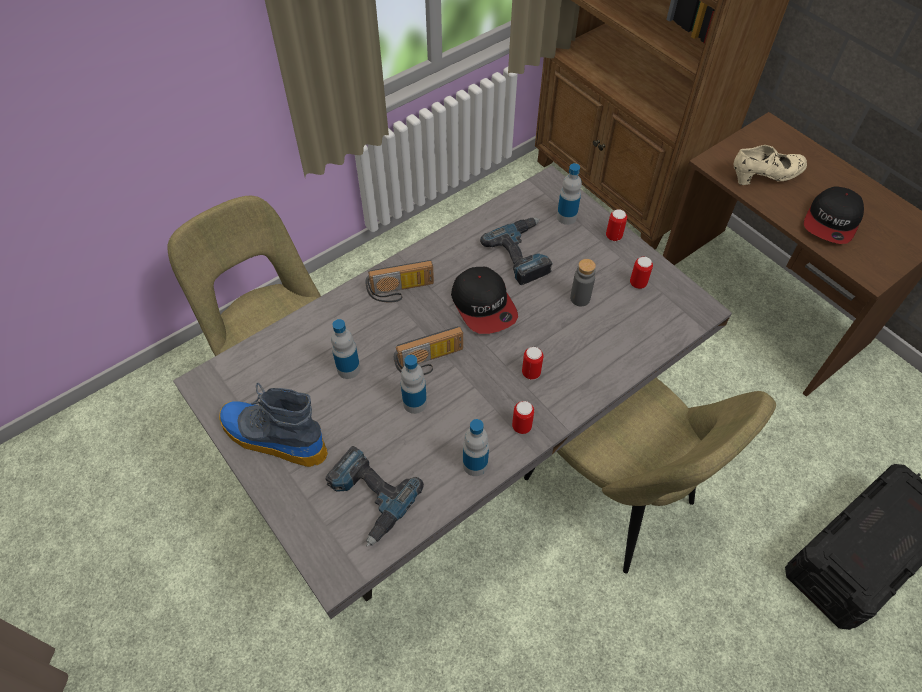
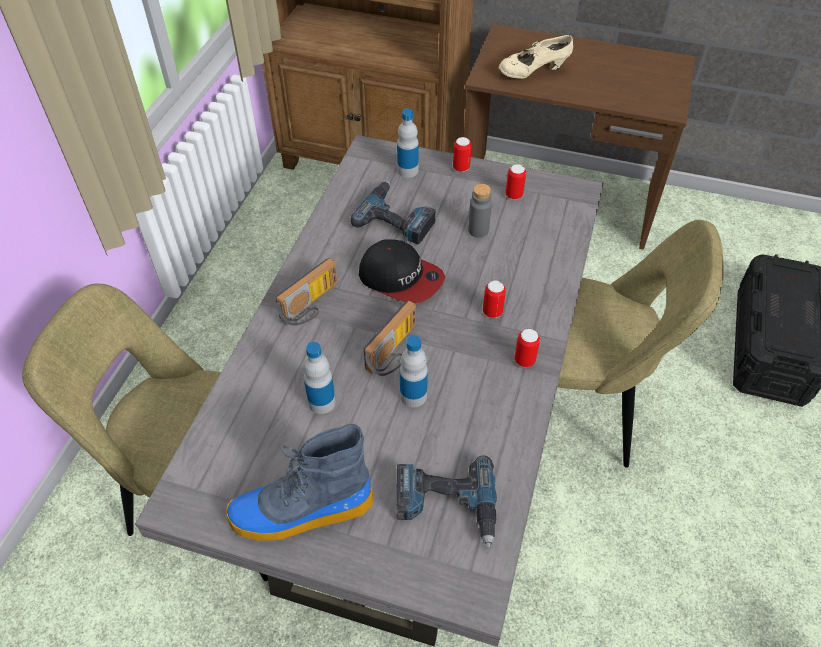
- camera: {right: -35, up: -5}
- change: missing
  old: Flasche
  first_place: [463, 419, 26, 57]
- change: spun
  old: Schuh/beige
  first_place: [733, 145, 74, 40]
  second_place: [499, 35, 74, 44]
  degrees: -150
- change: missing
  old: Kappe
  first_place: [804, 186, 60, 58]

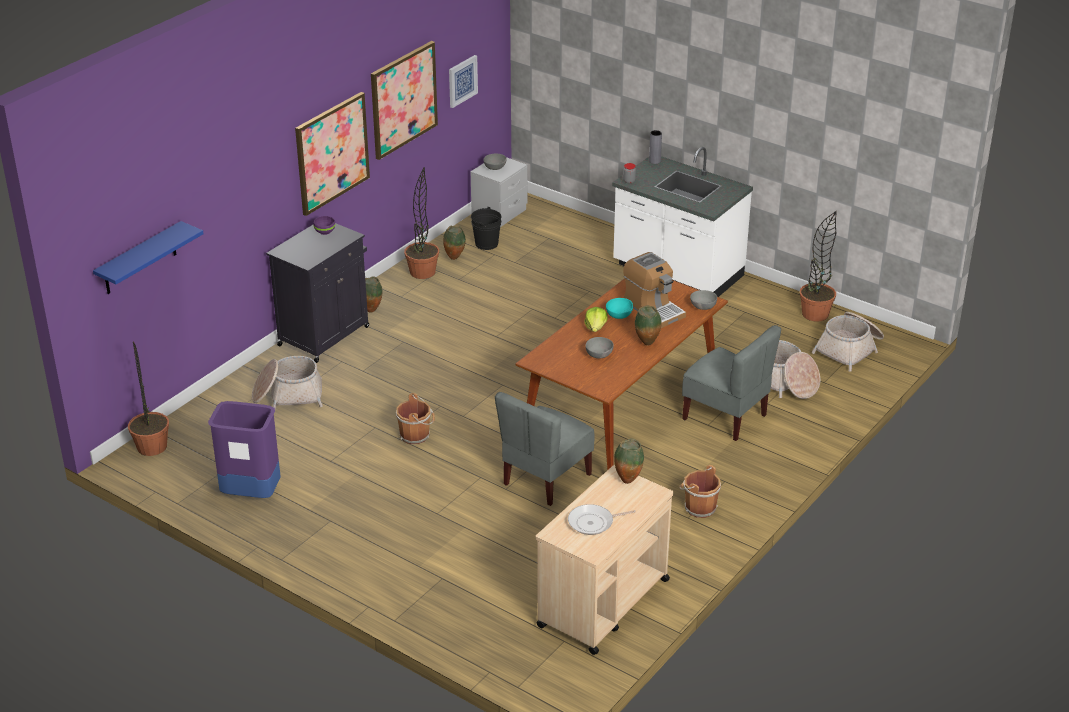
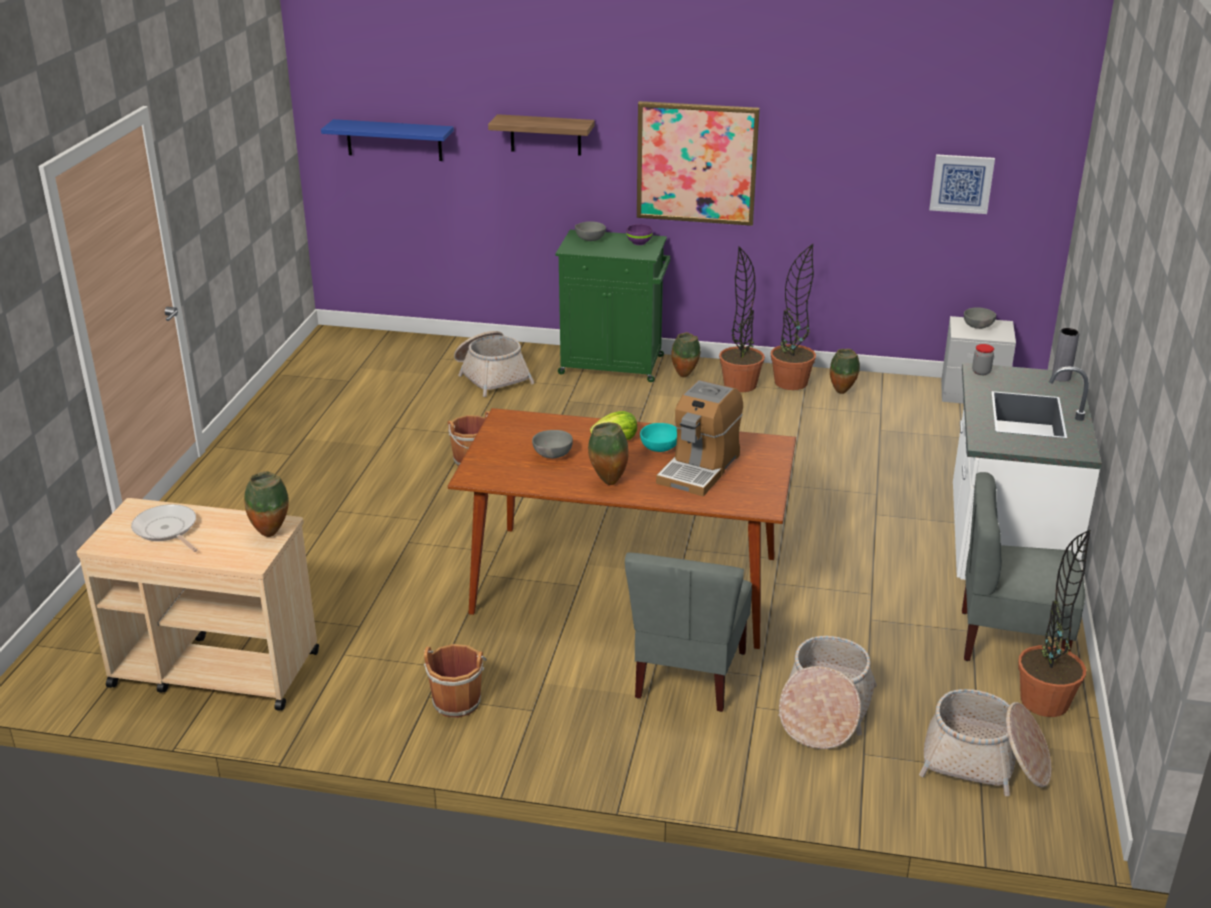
- camera: {right: 65, up: -5}
- change: relocated
  old: Topfpflanze
  first_place: [128, 342, 41, 114]
  second_place: [719, 247, 46, 145]
- change: missing
  old: Mülleimer/lila
  first_place: [208, 401, 73, 97]
- change: colour
  old: Schrank/schwarz
  new: Schrank/grün
  first_place: [266, 223, 103, 140]
  second_place: [555, 230, 115, 152]
- change: missing
  old: Bild
  first_place: [371, 41, 67, 119]
- change: missing
  old: Eimer/schwarz
  first_place: [471, 207, 31, 43]
- change: relocated
  old: Stuhl/grau
  first_place: [495, 392, 99, 114]
  second_place: [962, 472, 123, 189]
- change: relocated
  old: Schüssel/grau
  first_place: [690, 290, 27, 20]
  second_place: [575, 221, 31, 20]
- change: appeared
  new: Wandregal
  second_place: [488, 114, 107, 42]

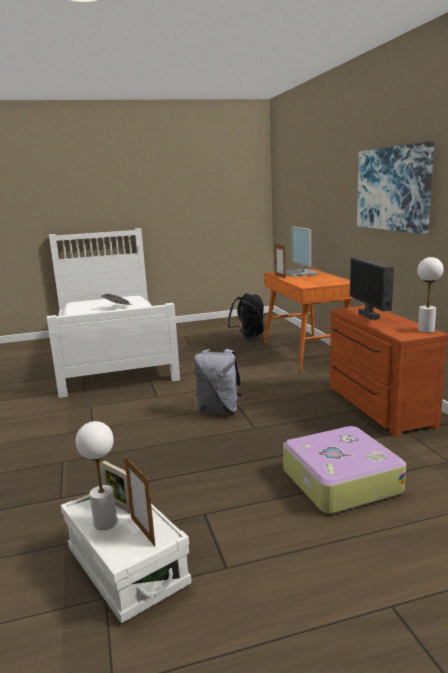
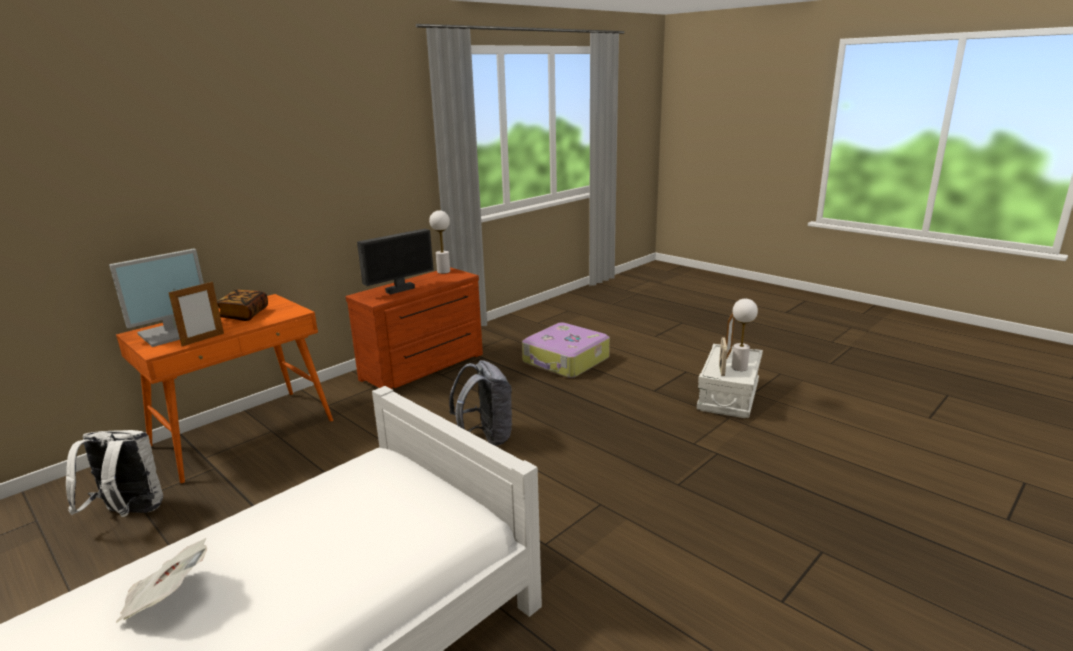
- camera: {right: -120, up: 5}
- change: colour
  old: Rucksack/schwarz
  new: Rucksack/weiß
  first_place: [228, 293, 36, 47]
  second_place: [66, 430, 97, 87]
- change: missing
  old: Bild
  first_place: [357, 141, 77, 93]
- change: appeared
  new: Buch
  second_place: [217, 289, 51, 32]

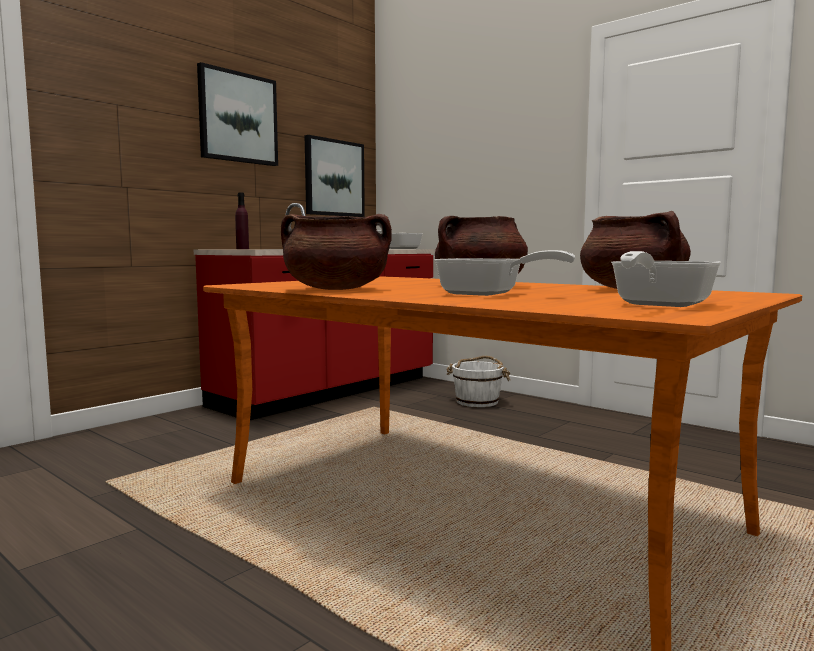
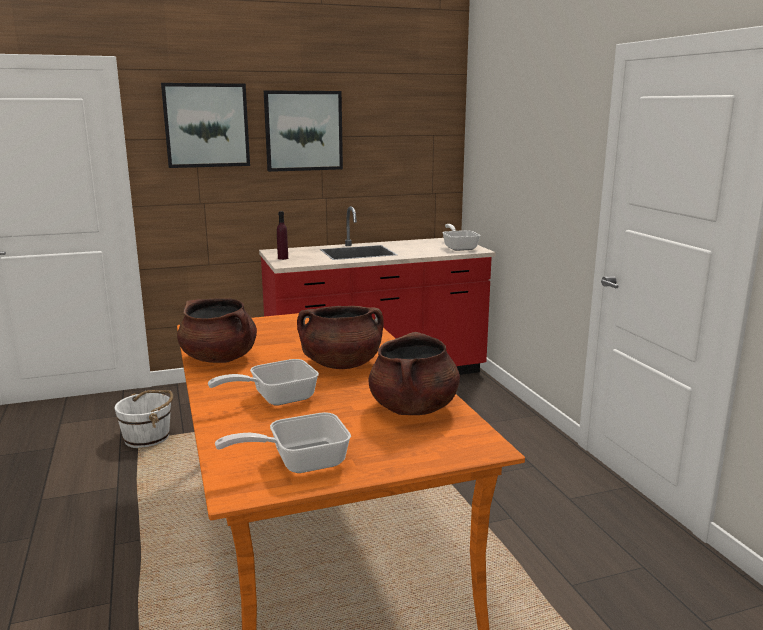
- camera: {right: 30, up: 10}
- change: relocated
  old: Bild
  first_place: [305, 135, 60, 82]
  second_place: [161, 83, 89, 85]
- change: spun
  old: Pfanne
  first_place: [434, 250, 141, 46]
  second_place: [208, 359, 111, 47]
  degrees: 90
- change: relocated
  old: Eimer/weiß
  first_place: [446, 356, 64, 51]
  second_place: [114, 390, 59, 58]

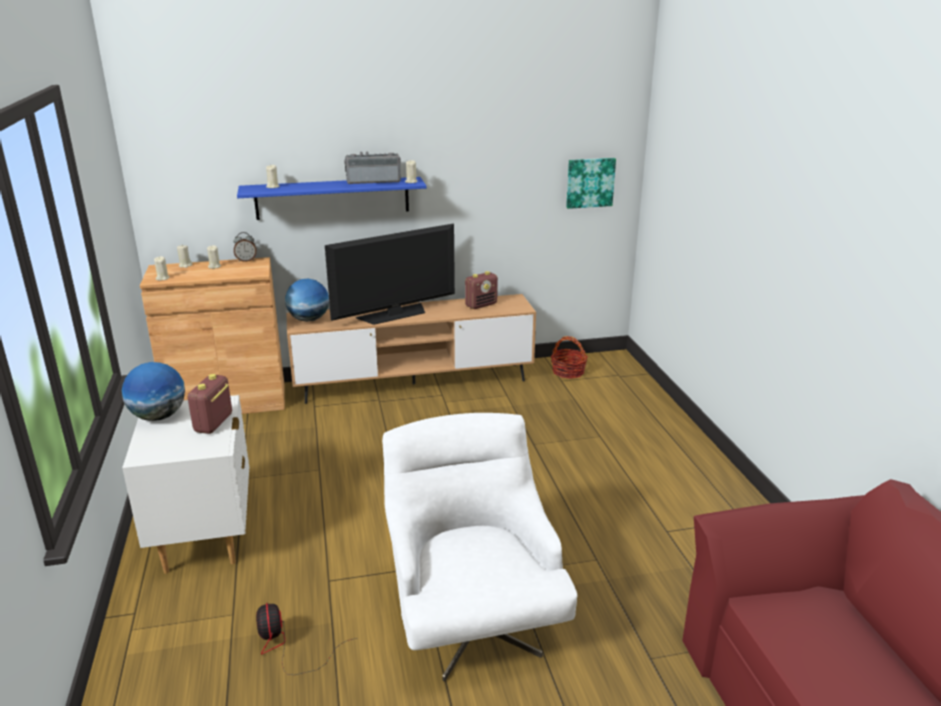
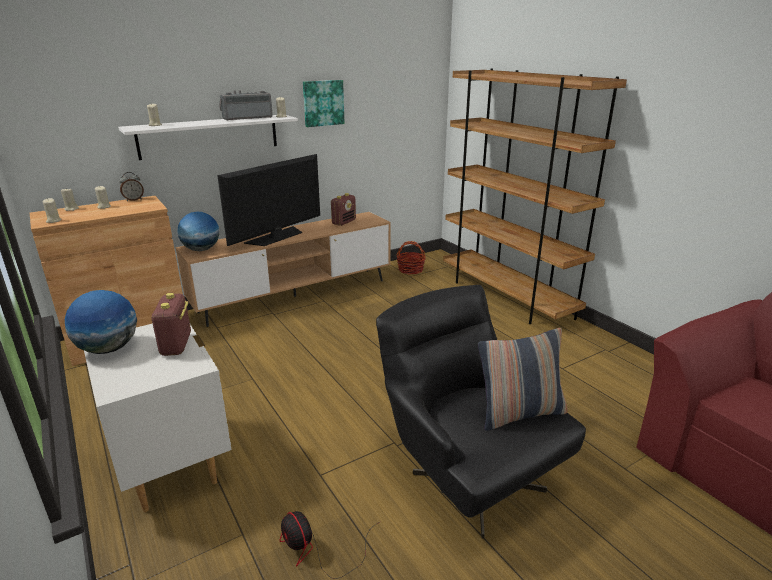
- camera: {right: -20, up: 0}
- change: colour
  old: Wandregal/blau
  new: Wandregal/weiß
  first_place: [237, 177, 190, 43]
  second_place: [118, 115, 180, 45]
- change: colour
  old: Sessel/weiß
  new: Sessel/schwarz
  first_place: [382, 413, 195, 268]
  second_place: [376, 285, 210, 254]
- change: relocated
  old: Bild
  first_place: [566, 158, 50, 51]
  second_place: [303, 80, 42, 47]
- change: appeared
  new: Bücherregal/braun
  second_place: [443, 69, 184, 255]
- change: appeared
  new: Kissen
  second_place: [478, 328, 90, 103]

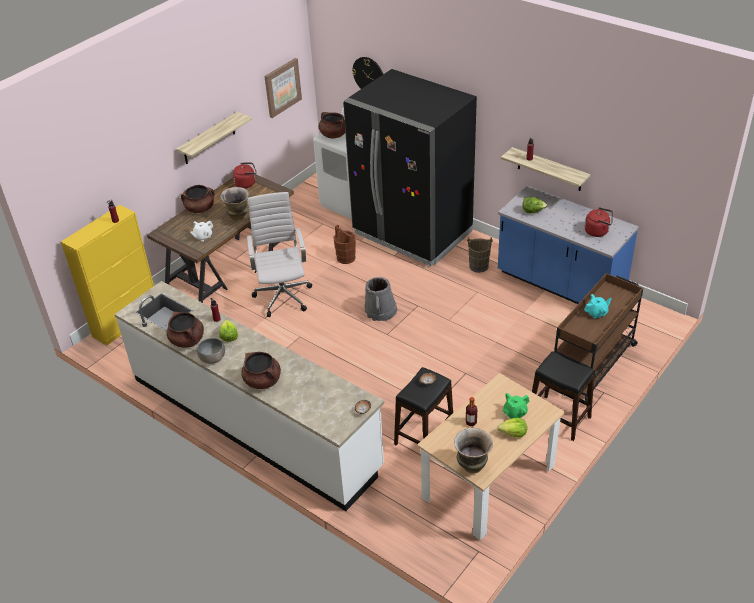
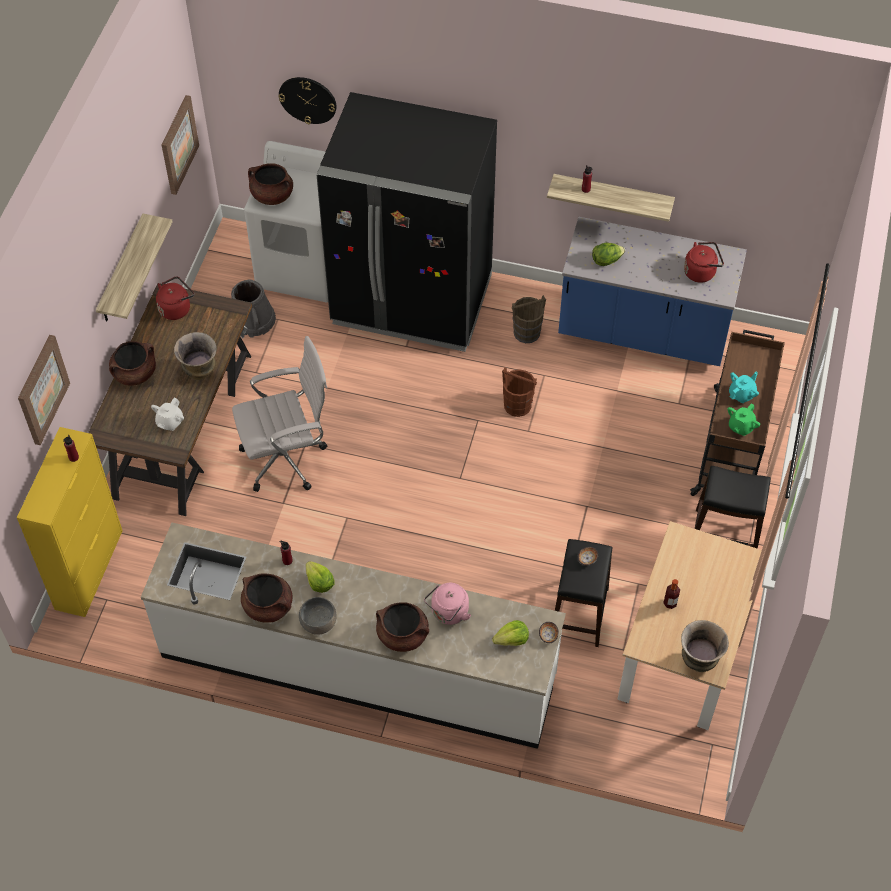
- camera: {right: -25, up: 15}
- change: spun
  old: Bürostuhl/weiß
  first_place: [247, 192, 65, 125]
  second_place: [232, 336, 95, 156]
  degrees: 105
- change: relocated
  old: Eimer/braun
  first_place: [334, 225, 22, 39]
  second_place: [502, 367, 35, 50]
- change: relocated
  old: Eimer/grau
  first_place: [364, 277, 33, 44]
  second_place: [231, 279, 45, 59]
- change: relocated
  old: Salatkopf
  first_place: [497, 418, 30, 20]
  second_place: [492, 620, 37, 26]
- change: relocated
  old: Teekanne/grün
  first_place: [502, 393, 27, 26]
  second_place: [728, 403, 32, 33]
- change: appeared
  new: Bild
  second_place: [18, 335, 52, 110]
- change: appeared
  new: Wasserkessel/rosa
  second_place: [424, 583, 47, 42]

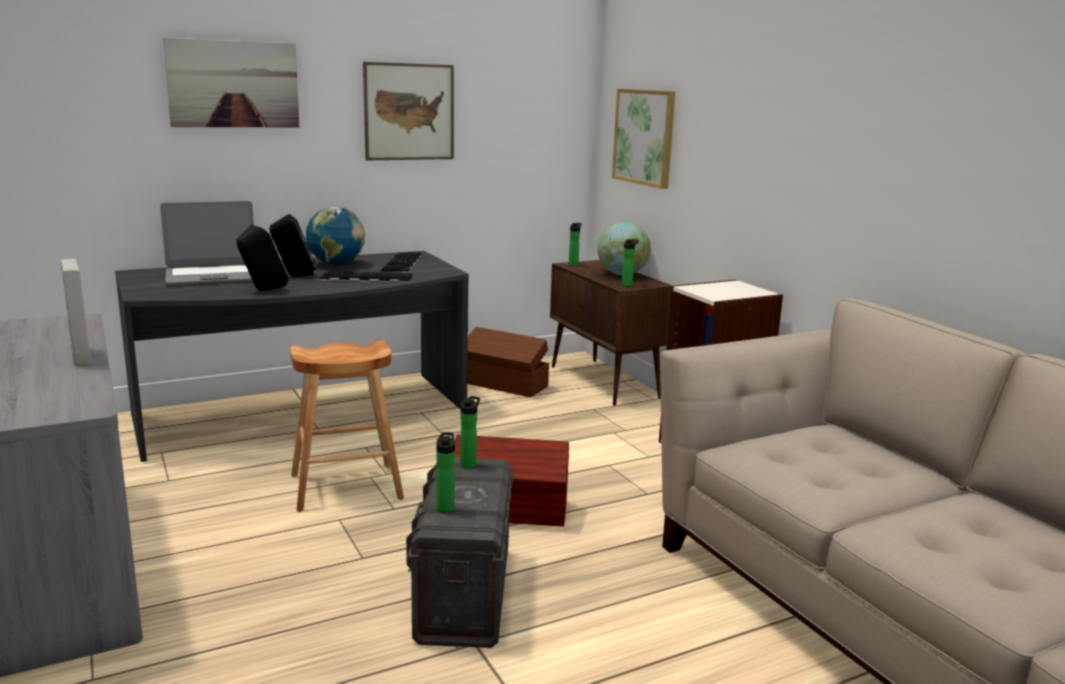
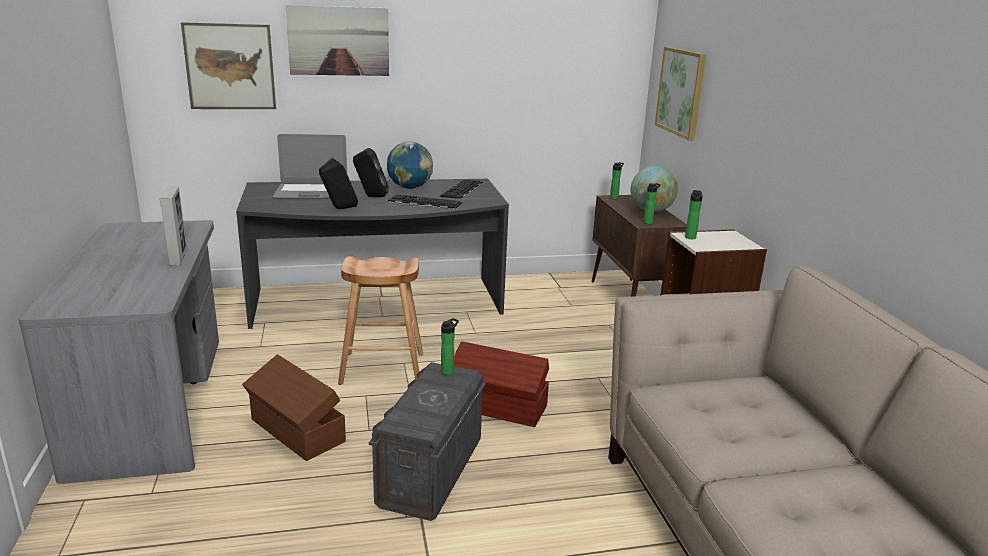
- camera: {right: 15, up: 5}
- change: relocated
  old: Bild
  first_place: [363, 62, 91, 98]
  second_place: [181, 22, 95, 87]
- change: relocated
  old: Flasche
  first_place: [436, 432, 19, 81]
  second_place: [685, 190, 18, 49]
- change: relocated
  old: Aufbewahrungsbox/braun
  first_place: [467, 327, 82, 70]
  second_place: [242, 354, 104, 107]

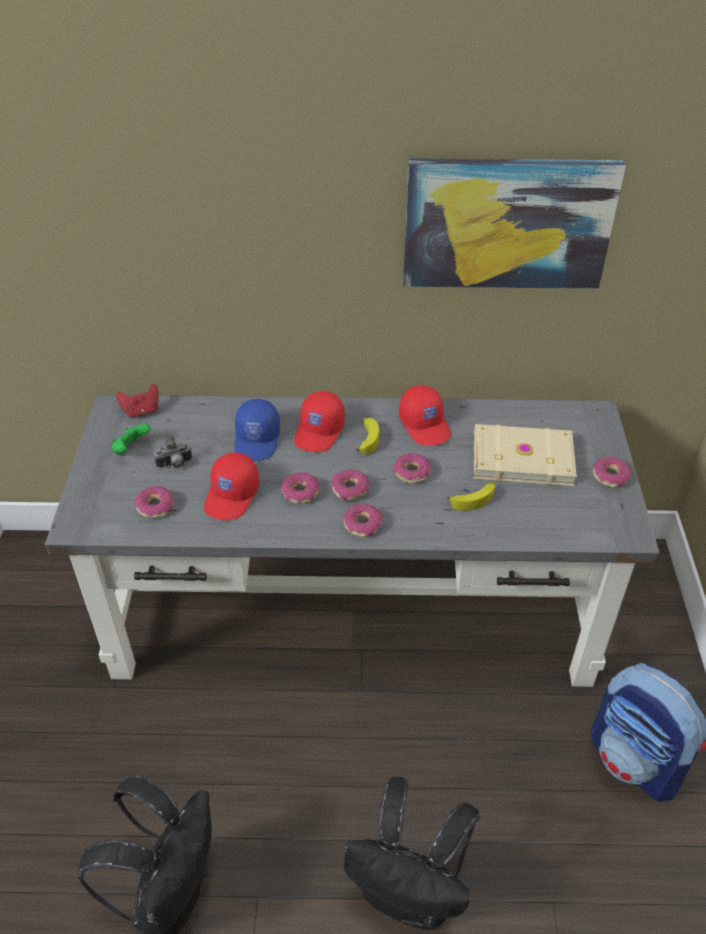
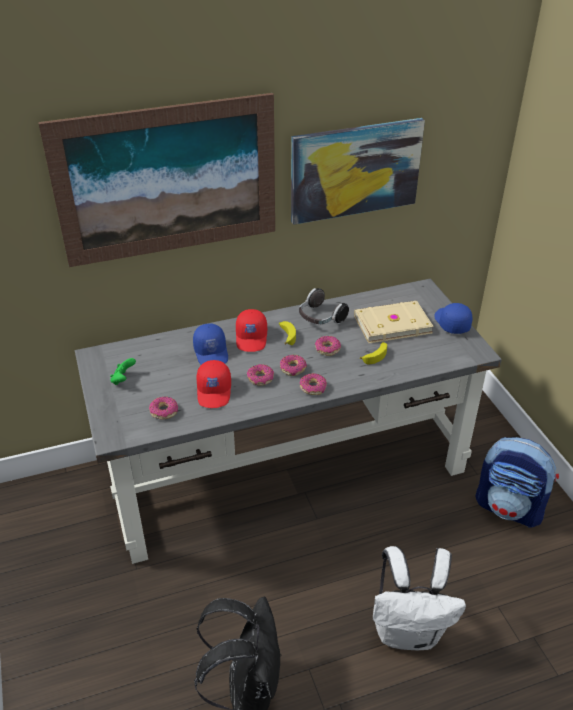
- camera: {right: -20, up: -5}
- change: missing
  old: Gamepad/rot
  first_place: [116, 384, 43, 33]
- change: missing
  old: Kamera
  first_place: [154, 436, 38, 32]
- change: colour
  old: Rucksack/schwarz
  new: Rucksack/weiß
  first_place: [344, 777, 136, 153]
  second_place: [373, 546, 93, 104]
- change: exchanged
  old: Kappe/rot
  new: Kopfhörer
  first_place: [399, 385, 52, 60]
  second_place: [299, 288, 50, 36]
- change: exchanged
  old: Donut
  new: Kappe/blau
  first_place: [593, 457, 38, 31]
  second_place: [434, 303, 38, 31]
- change: appeared
  new: Bild
  second_place: [38, 93, 237, 174]

